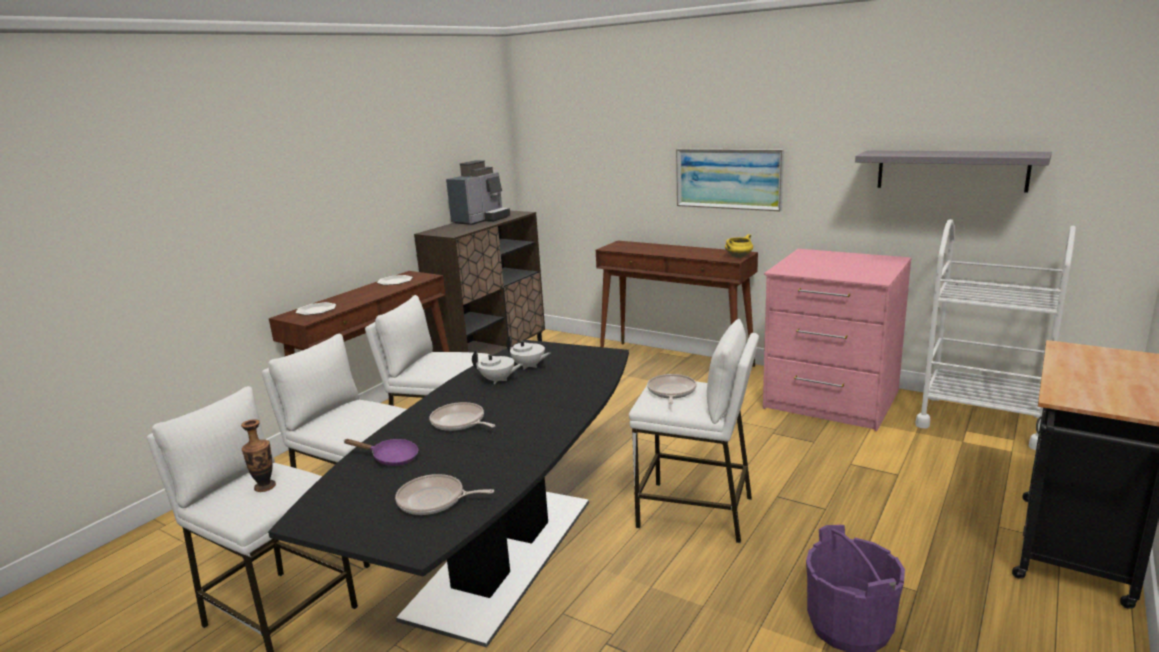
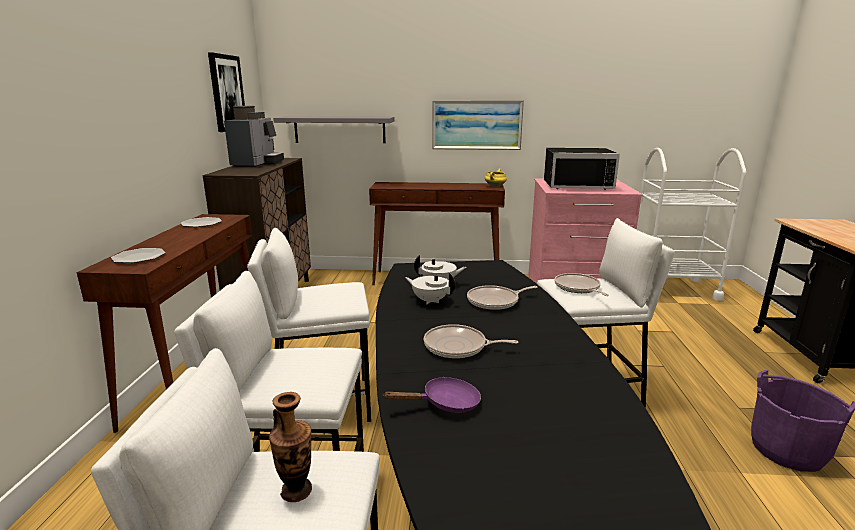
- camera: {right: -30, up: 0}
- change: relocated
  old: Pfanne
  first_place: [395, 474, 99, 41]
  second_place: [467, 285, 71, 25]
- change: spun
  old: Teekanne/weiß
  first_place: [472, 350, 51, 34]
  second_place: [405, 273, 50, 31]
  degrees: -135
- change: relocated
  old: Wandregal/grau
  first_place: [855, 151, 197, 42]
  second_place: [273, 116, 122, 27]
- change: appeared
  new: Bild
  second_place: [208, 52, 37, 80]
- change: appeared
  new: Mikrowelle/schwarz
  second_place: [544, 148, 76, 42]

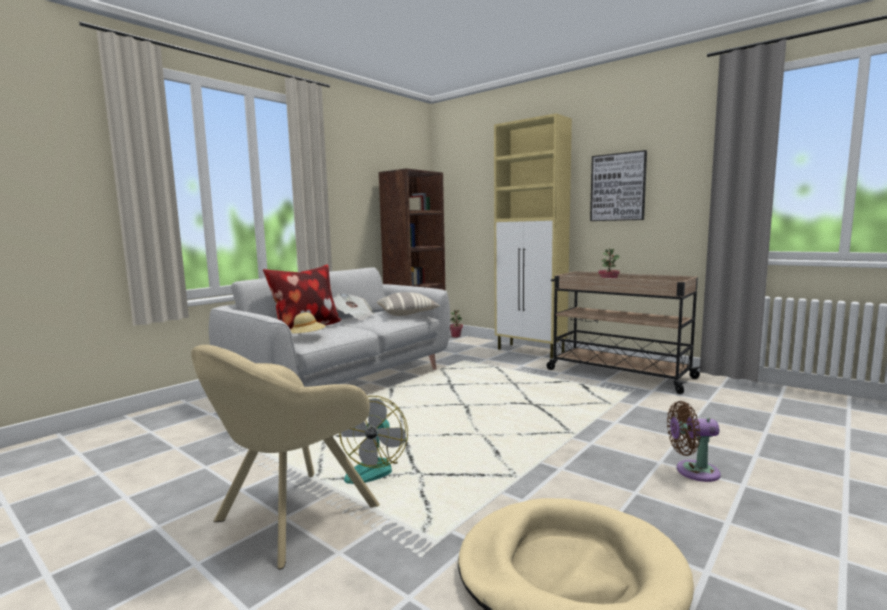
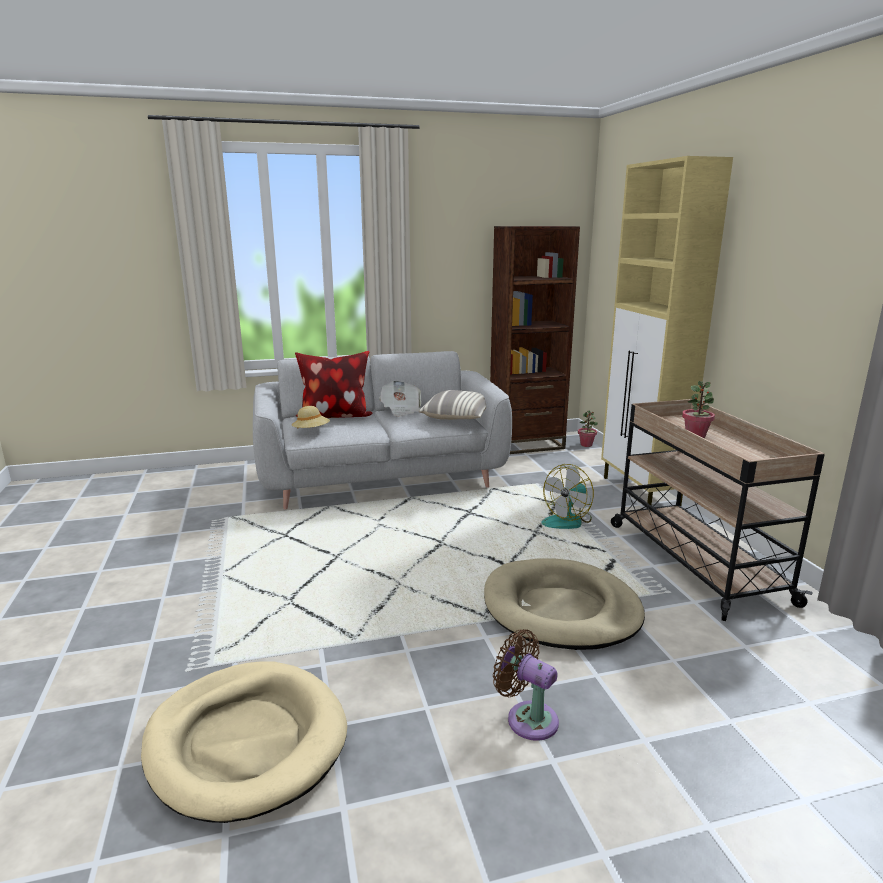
- camera: {right: 35, up: 10}
- change: missing
  old: Sessel/beige
  first_place: [191, 345, 189, 225]
- change: relocated
  old: Ventilator
  first_place: [339, 396, 69, 88]
  second_place: [541, 464, 53, 65]
- change: missing
  old: Bild
  first_place: [590, 150, 57, 71]
- change: appeared
  new: Hundebett/beige
  second_place: [484, 558, 161, 92]

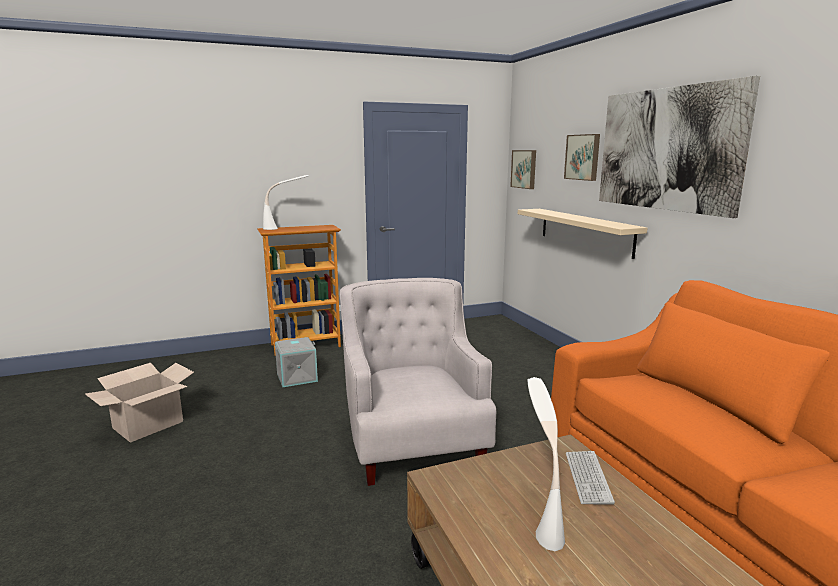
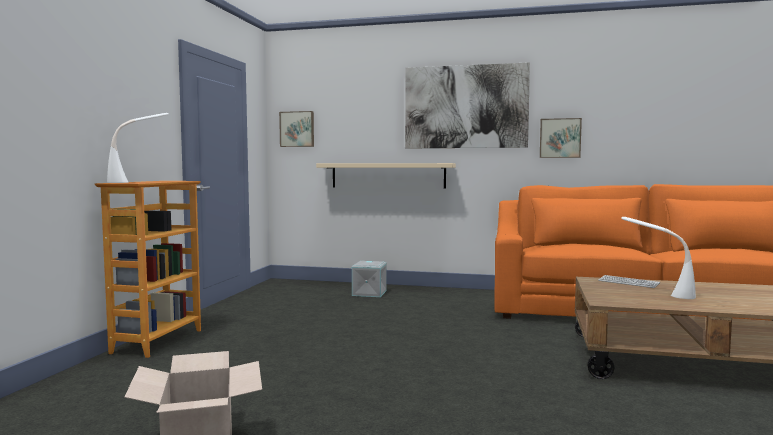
- camera: {right: -55, up: -10}
- change: relocated
  old: Aufbewahrungsbox/grau
  first_place: [275, 337, 43, 50]
  second_place: [352, 261, 35, 36]
- change: missing
  old: Sessel/weiß
  first_place: [340, 278, 156, 208]
- change: relocated
  old: Bild
  first_place: [564, 134, 36, 47]
  second_place: [540, 118, 42, 40]

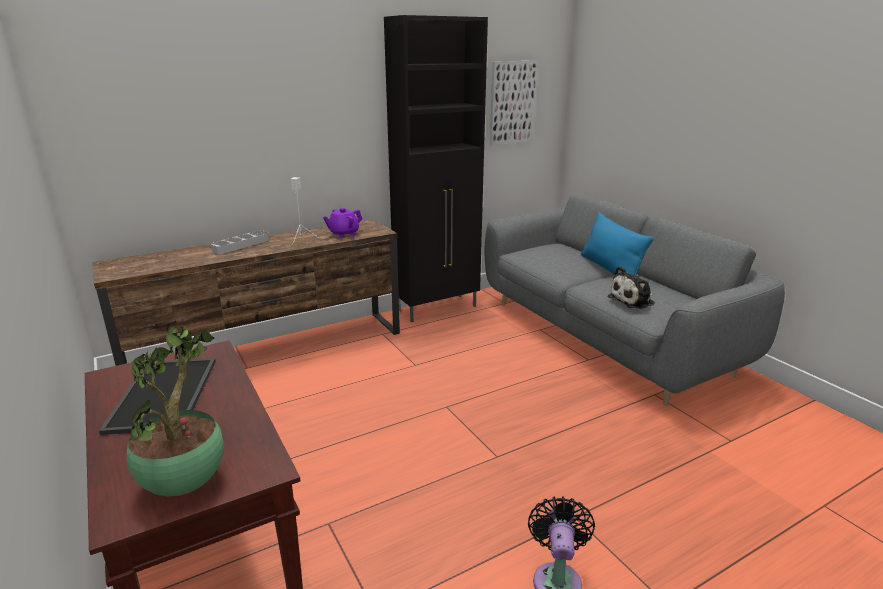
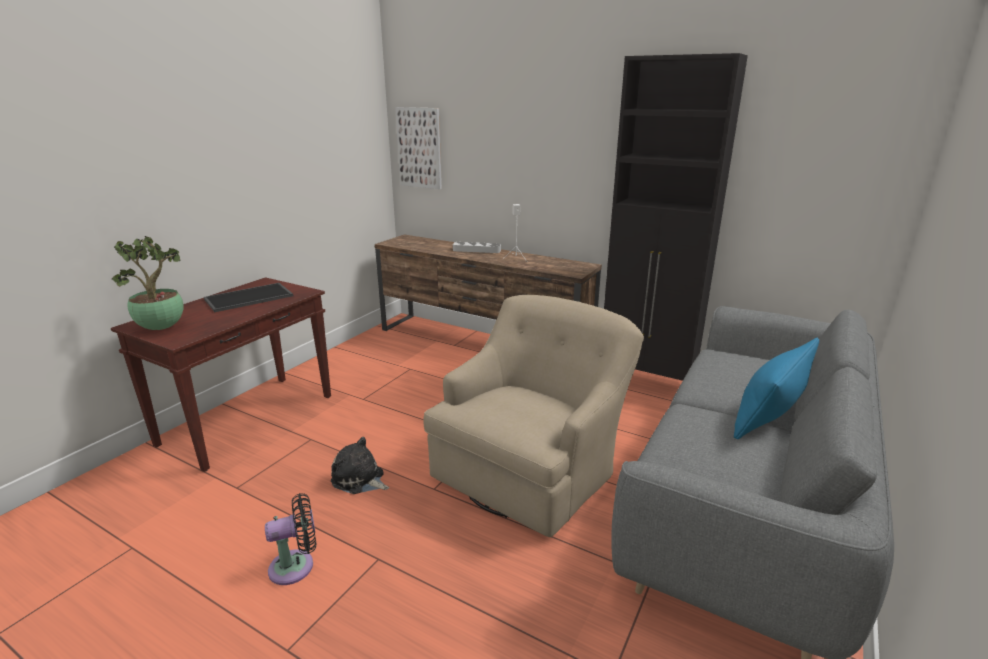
- camera: {right: 60, up: 0}
- change: missing
  old: Teekanne/lila
  first_place: [323, 208, 39, 30]
- change: relocated
  old: Bild
  first_place: [490, 61, 48, 85]
  second_place: [395, 107, 47, 82]
- change: relocated
  old: Plüschtier
  first_place: [608, 266, 47, 43]
  second_place: [331, 437, 58, 57]
- change: appeared
  new: Sessel/beige
  second_place: [423, 295, 221, 242]

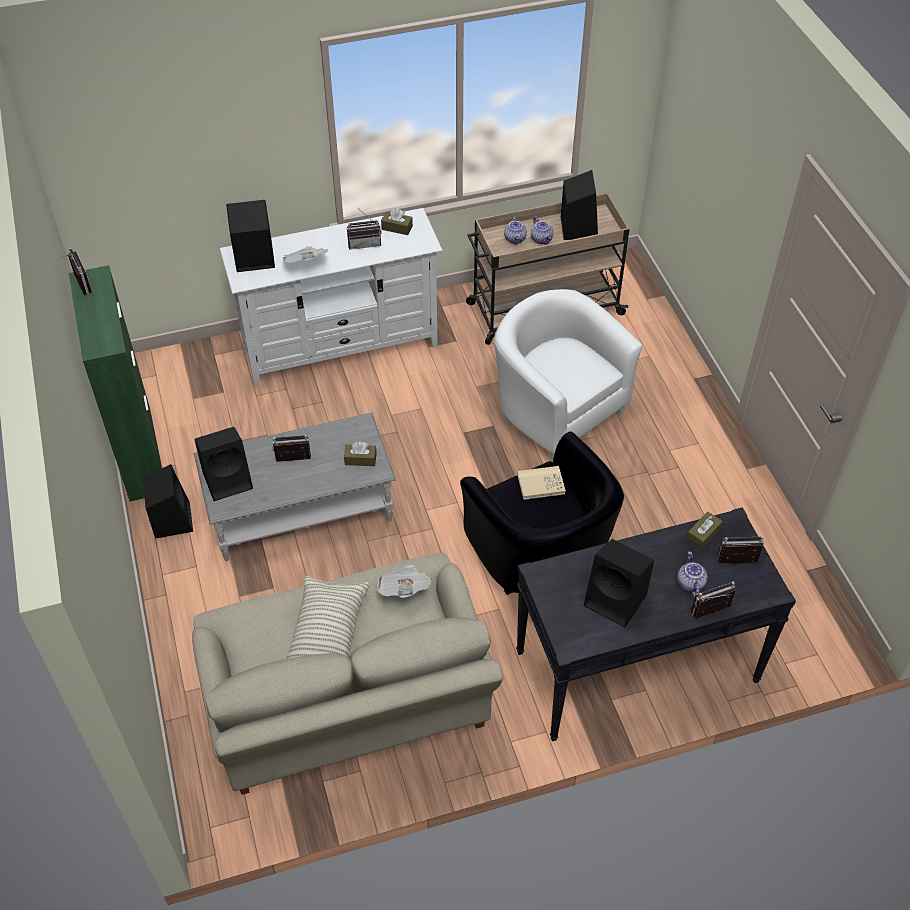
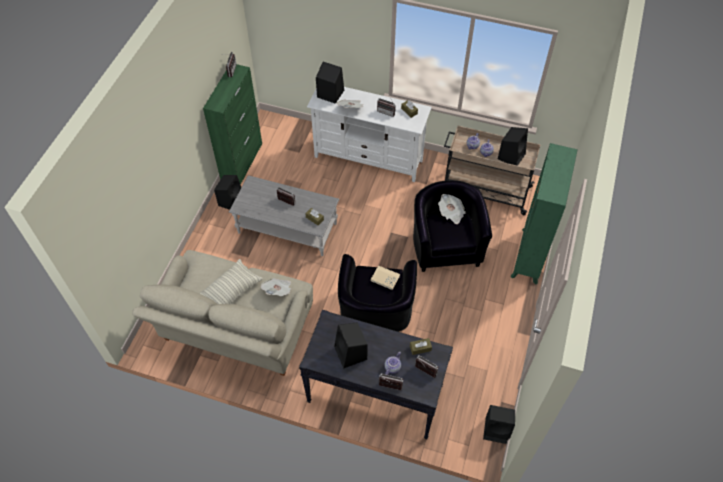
- camera: {right: 35, up: 5}
- change: relocated
  old: Lautsprecher/schwarz
  first_place: [195, 427, 58, 74]
  second_place: [483, 405, 32, 39]
- change: colour
  old: Sessel/weiß
  new: Sessel/schwarz
  first_place: [494, 289, 148, 172]
  second_place: [413, 180, 79, 92]
- change: appeared
  new: Zeitung
  second_place: [438, 194, 28, 30]
- change: appeared
  new: Bücherregal/grün
  second_place: [511, 143, 67, 142]

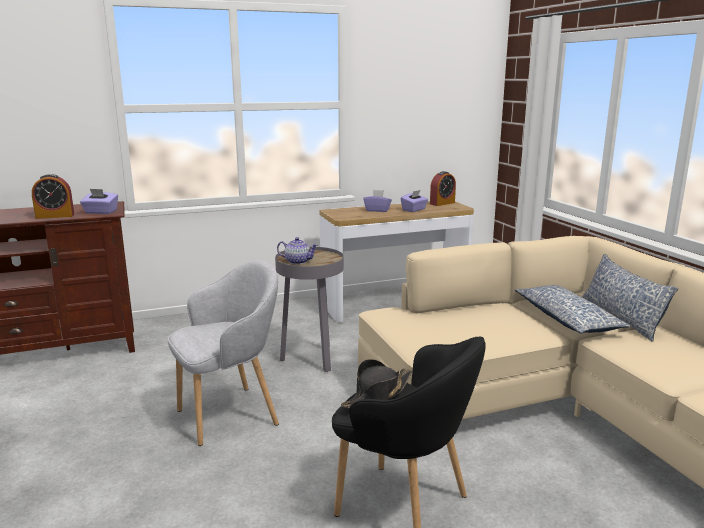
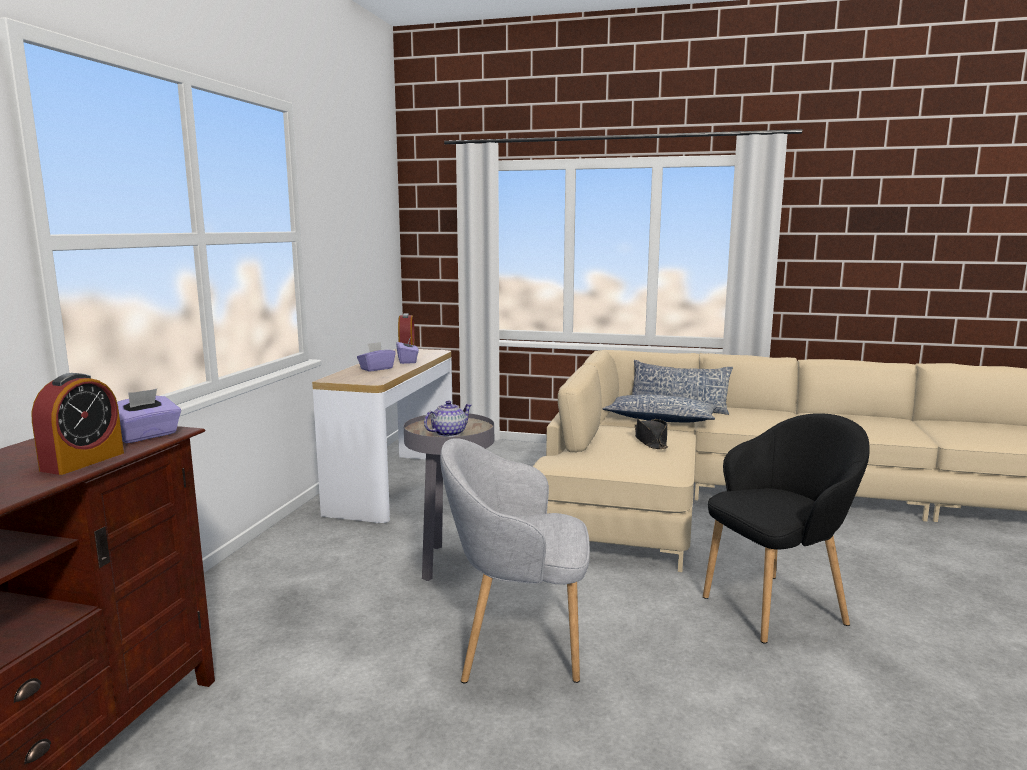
- camera: {right: -55, up: -5}
- change: spun
  old: Sessel/grau
  first_place: [167, 260, 112, 186]
  second_place: [440, 438, 150, 245]
  degrees: -90
- change: relocated
  old: Hut/schwarz
  first_place: [341, 359, 71, 50]
  second_place: [635, 418, 33, 31]

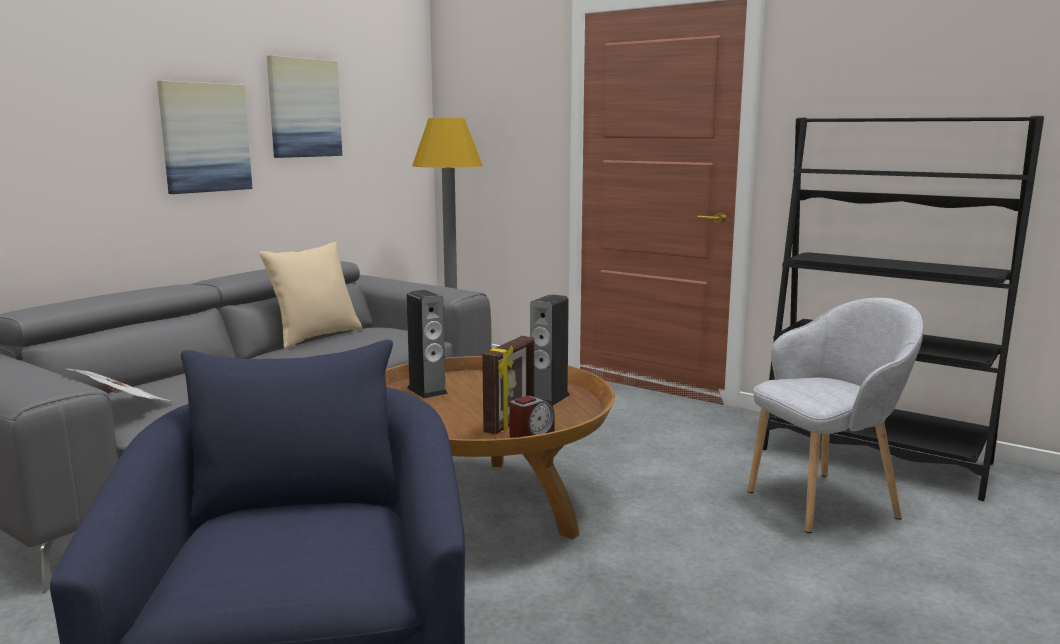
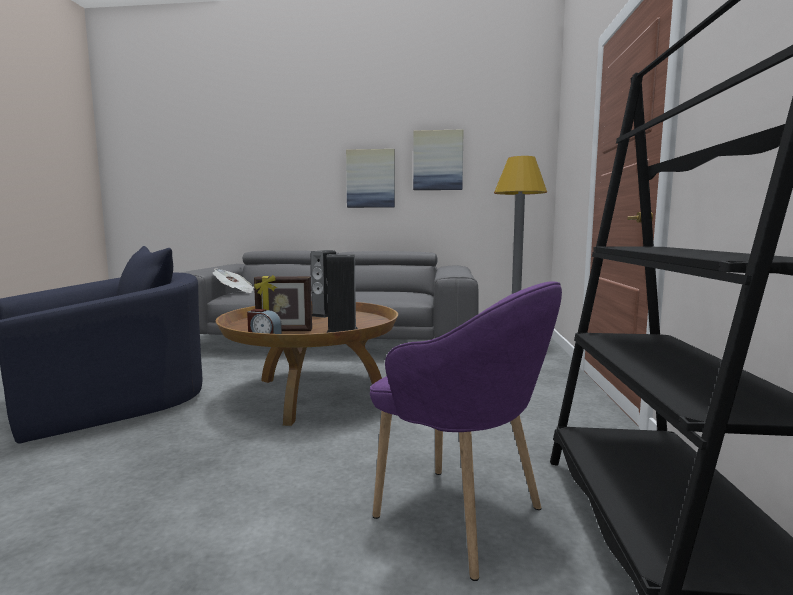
- camera: {right: 60, up: -5}
- change: missing
  old: Kissen/beige
  first_place: [259, 242, 103, 107]
- change: colour
  old: Sessel/grau
  new: Sessel/lila
  first_place: [748, 298, 176, 235]
  second_place: [370, 281, 192, 300]

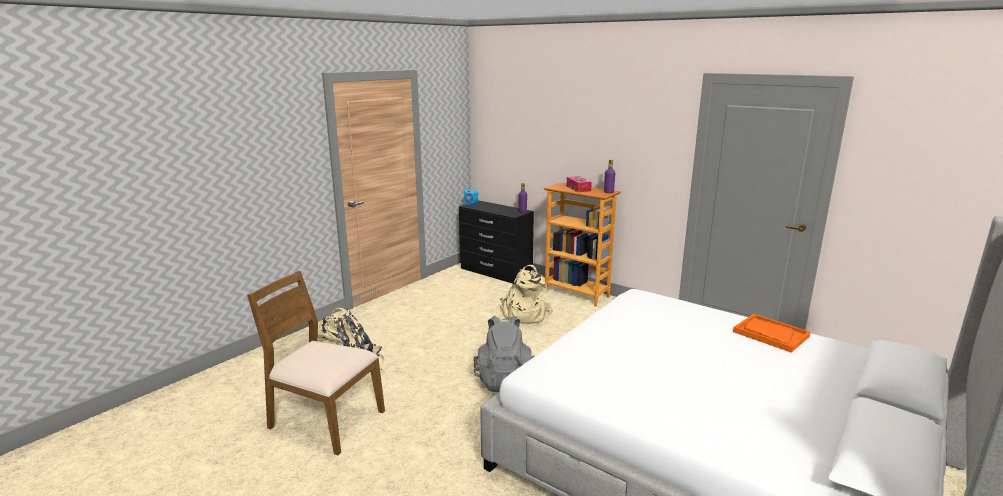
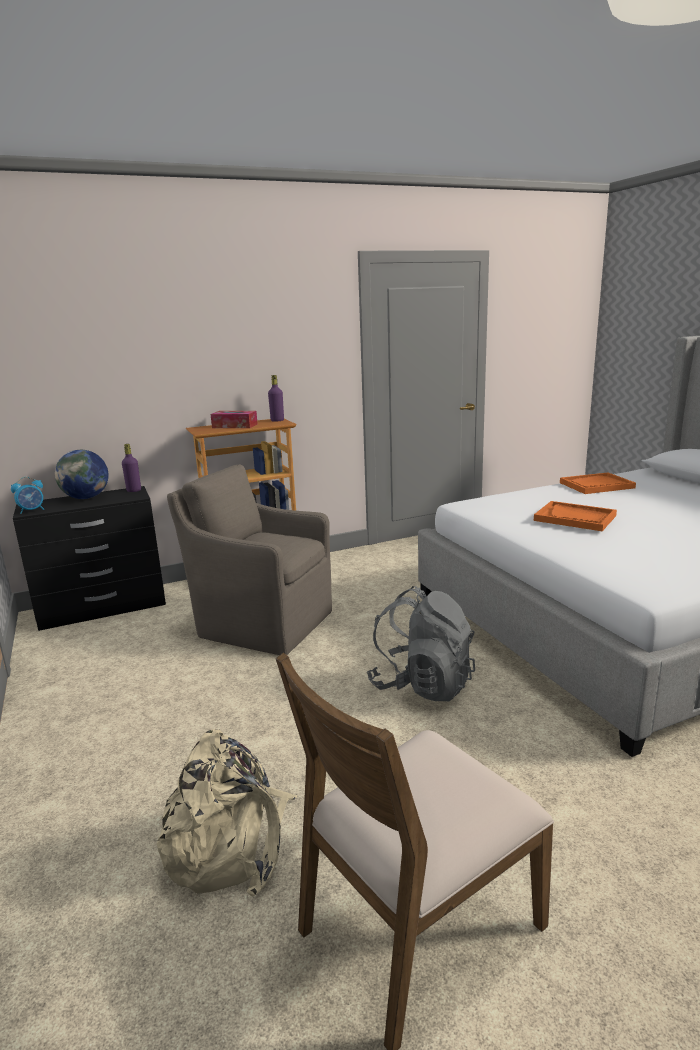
- camera: {right: -60, up: 0}
- change: exchanged
  old: Rucksack/beige
  new: Sessel/braun
  first_place: [500, 265, 53, 59]
  second_place: [167, 464, 165, 191]
- change: appeared
  new: Globus
  second_place: [55, 450, 54, 49]
- change: appeared
  new: Tablett/orange
  second_place: [534, 501, 83, 30]

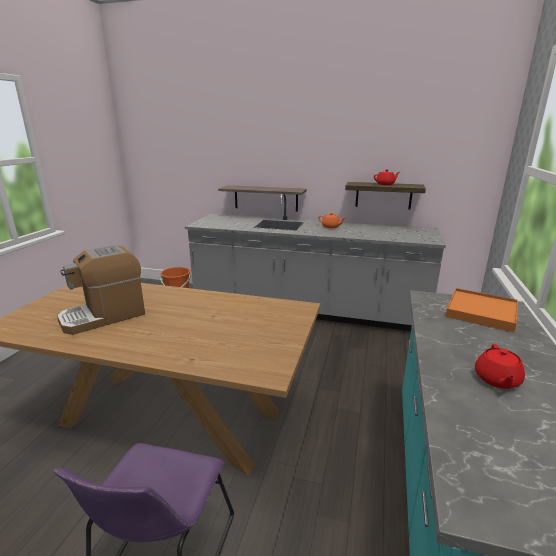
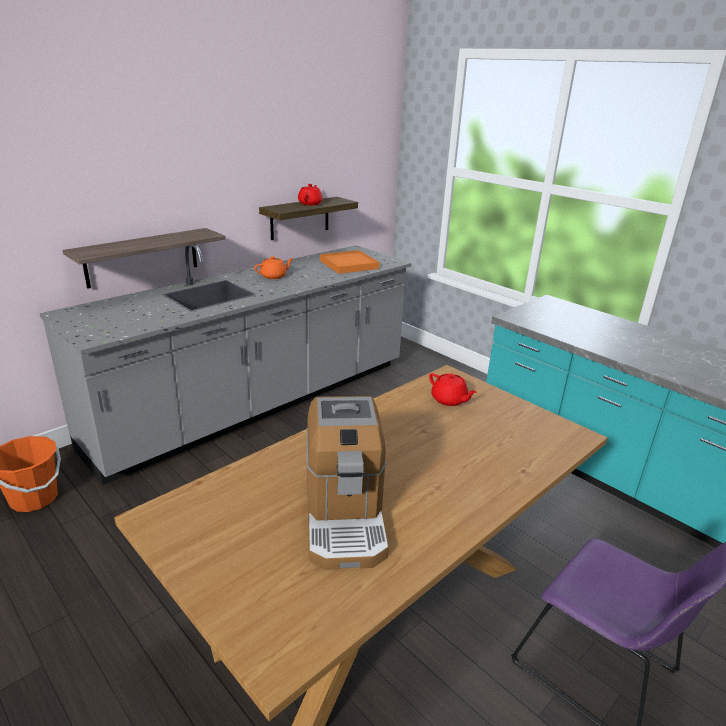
- camera: {right: -60, up: 5}
- change: relocated
  old: Tablett/orange
  first_place: [445, 288, 73, 44]
  second_place: [320, 250, 60, 24]
- change: relocated
  old: Teekanne/rot
  first_place: [475, 344, 50, 45]
  second_place: [429, 373, 48, 33]

